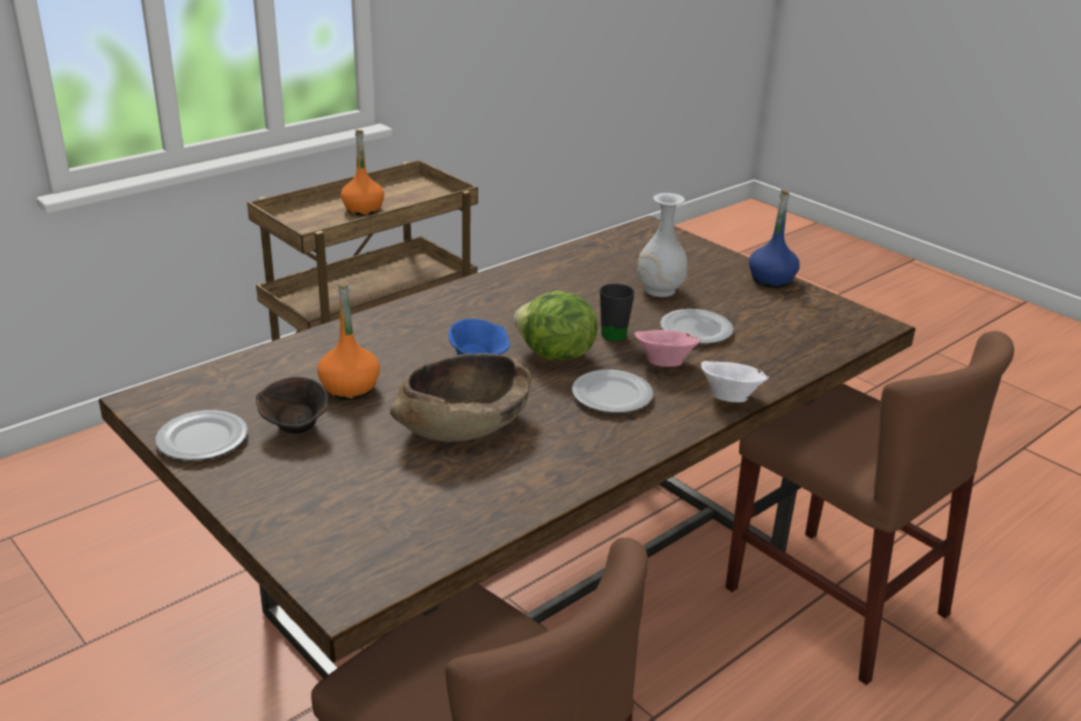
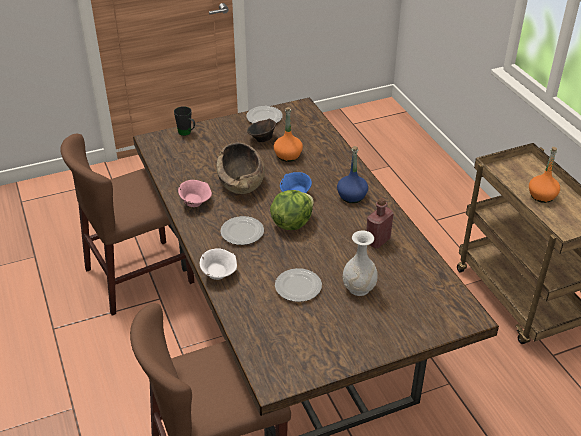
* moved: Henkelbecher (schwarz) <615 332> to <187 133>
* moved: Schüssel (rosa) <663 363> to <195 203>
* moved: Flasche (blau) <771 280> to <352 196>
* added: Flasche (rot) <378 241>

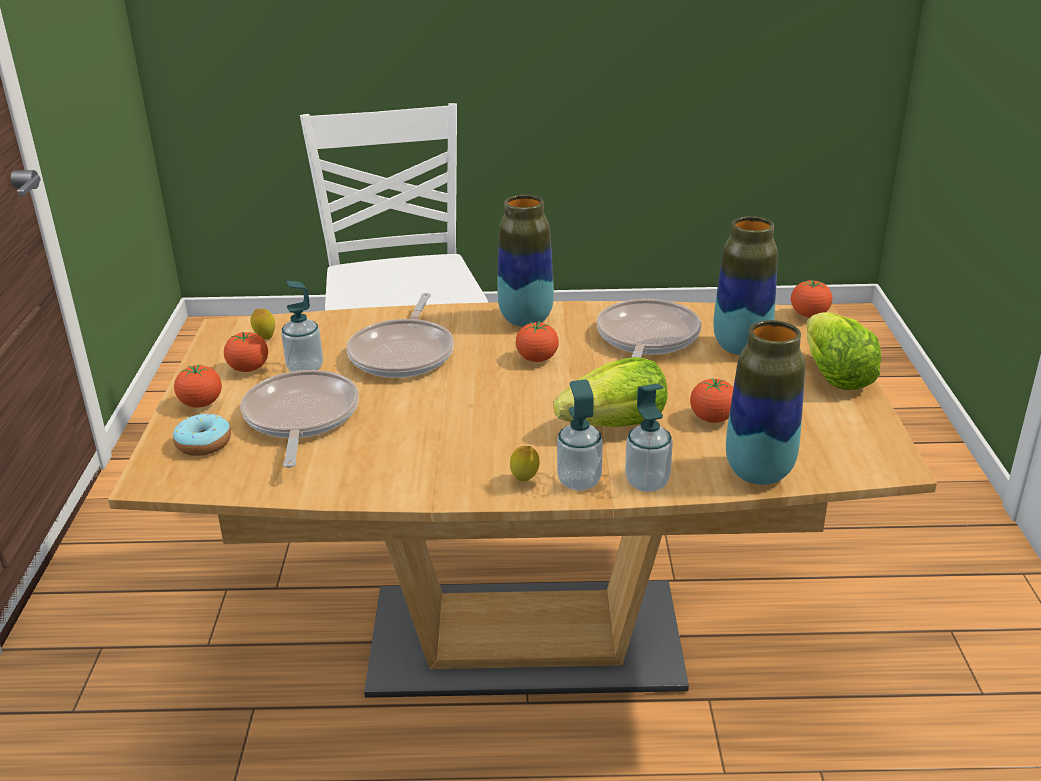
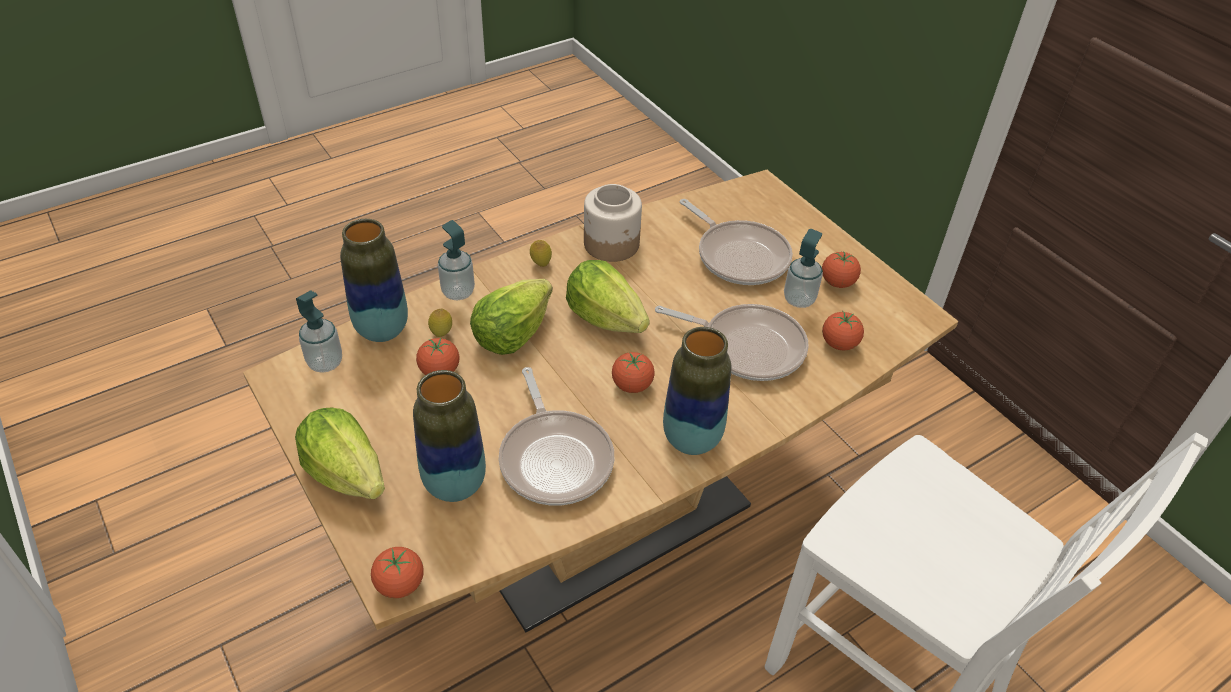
* removed: Donut <203 444>
* moved: Tomate <201 404> to <839 344>
* moved: Zitrone <265 338> to <442 334>
* turned: Pfanne <404 353> = <747 347> 135 degrees clockwise
* moved: Seifenspender <579 481> to <325 362>
* added: Salatkopf <605 318>
* added: Vorratsglas <612 244>

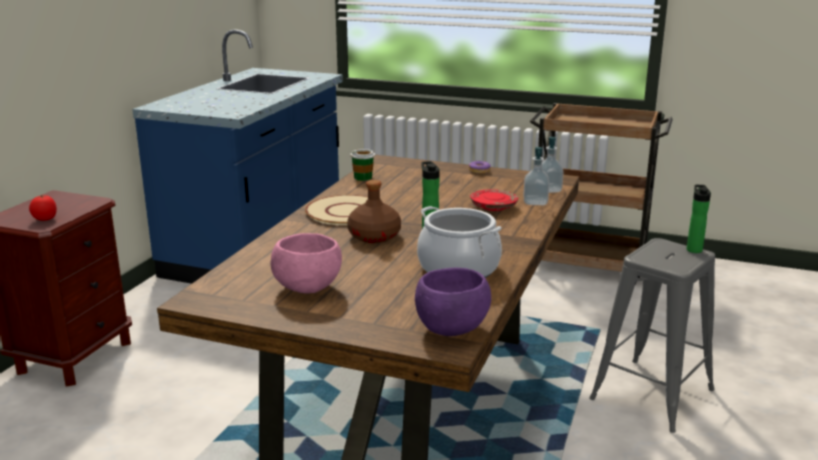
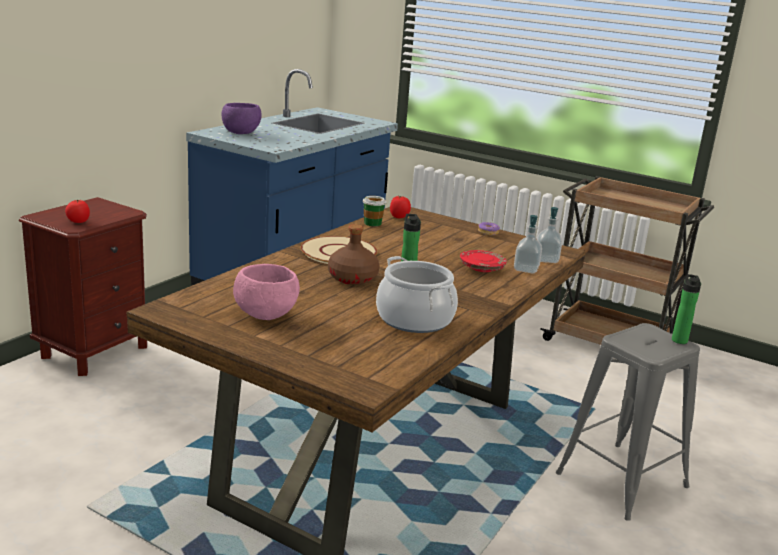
* moved: Schüssel (lila) <450 329> to <240 133>
* added: Tomate <399 217>

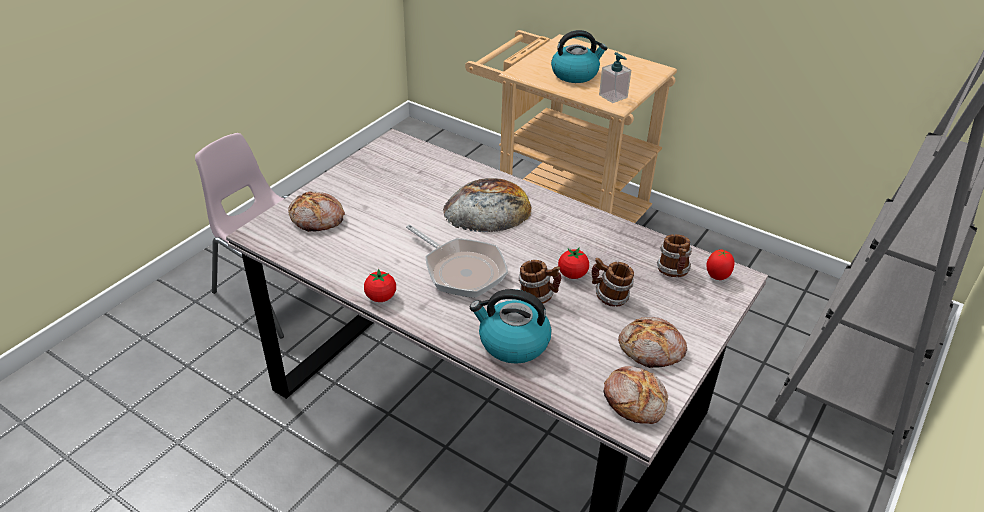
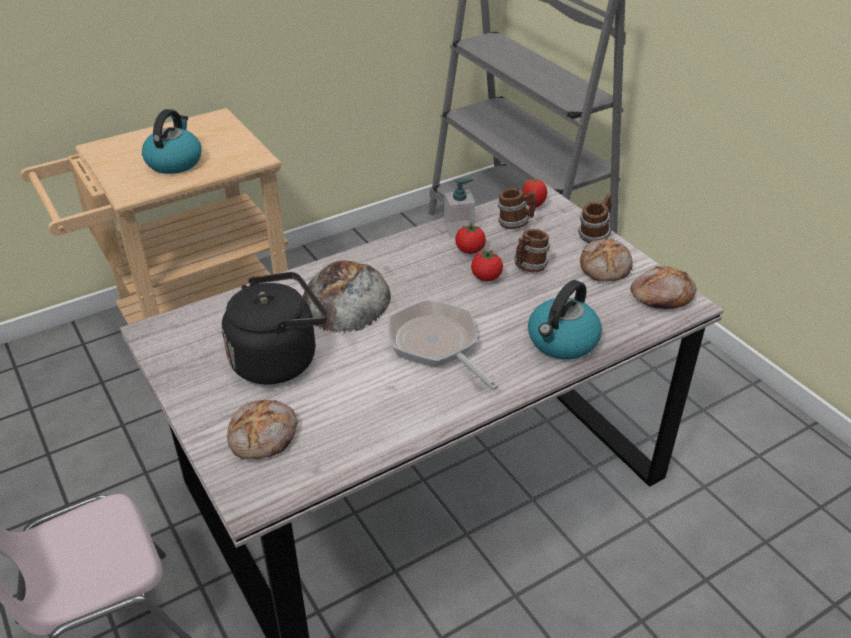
* moved: Tomate <381 297> to <470 250>
* turned: Pfanne <461 270> = <437 345> 105 degrees counterclockwise
* moved: Henkelbecher <538 297> to <594 235>
* moved: Seifenspender <613 96> to <458 228>
* added: Wasserkessel (schwarz) <279 359>

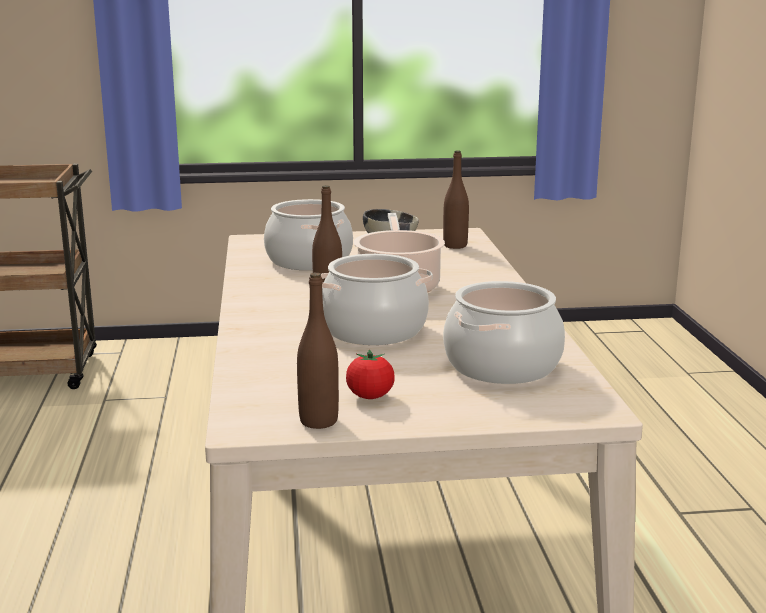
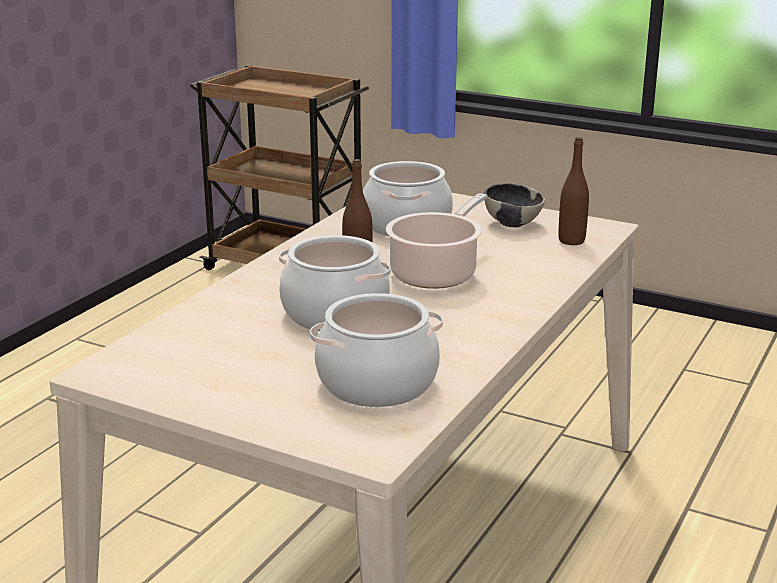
* removed: Flasche (braun) <318 421>
* removed: Tomate <370 396>

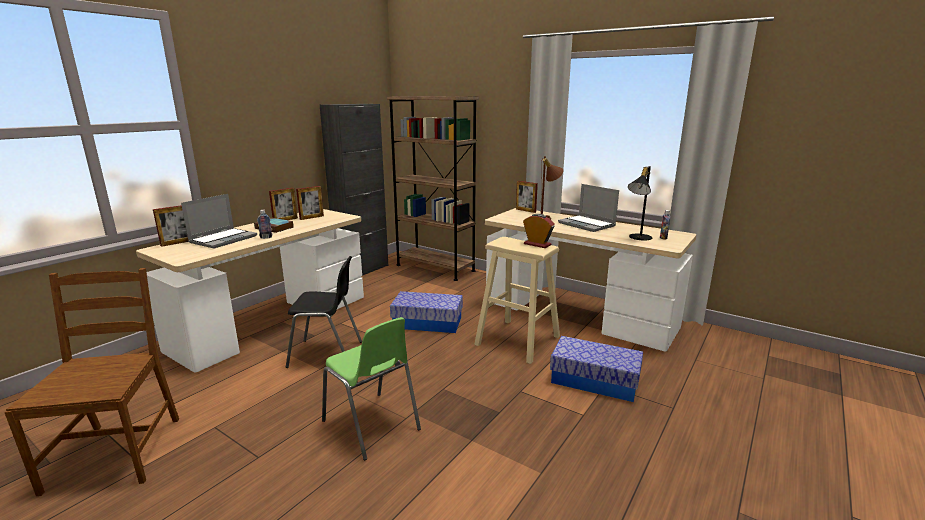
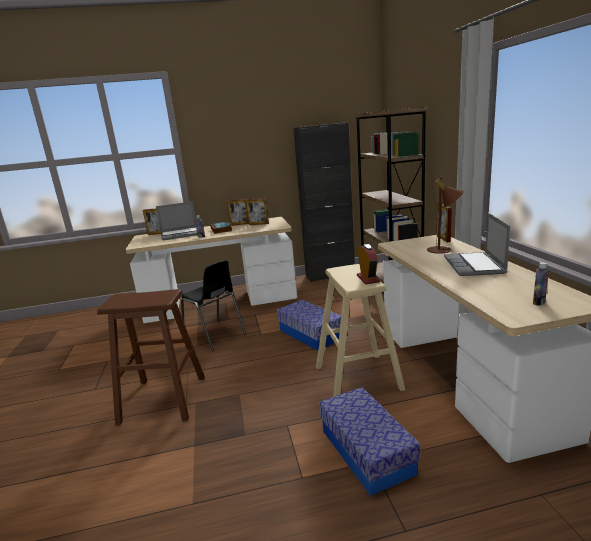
* removed: Stuhl (braun) <116 452>
* replaced: Stuhl (grün) <372 425> to Hocker (braun) <163 399>
* removed: Tischlampe (schwarz) <637 238>

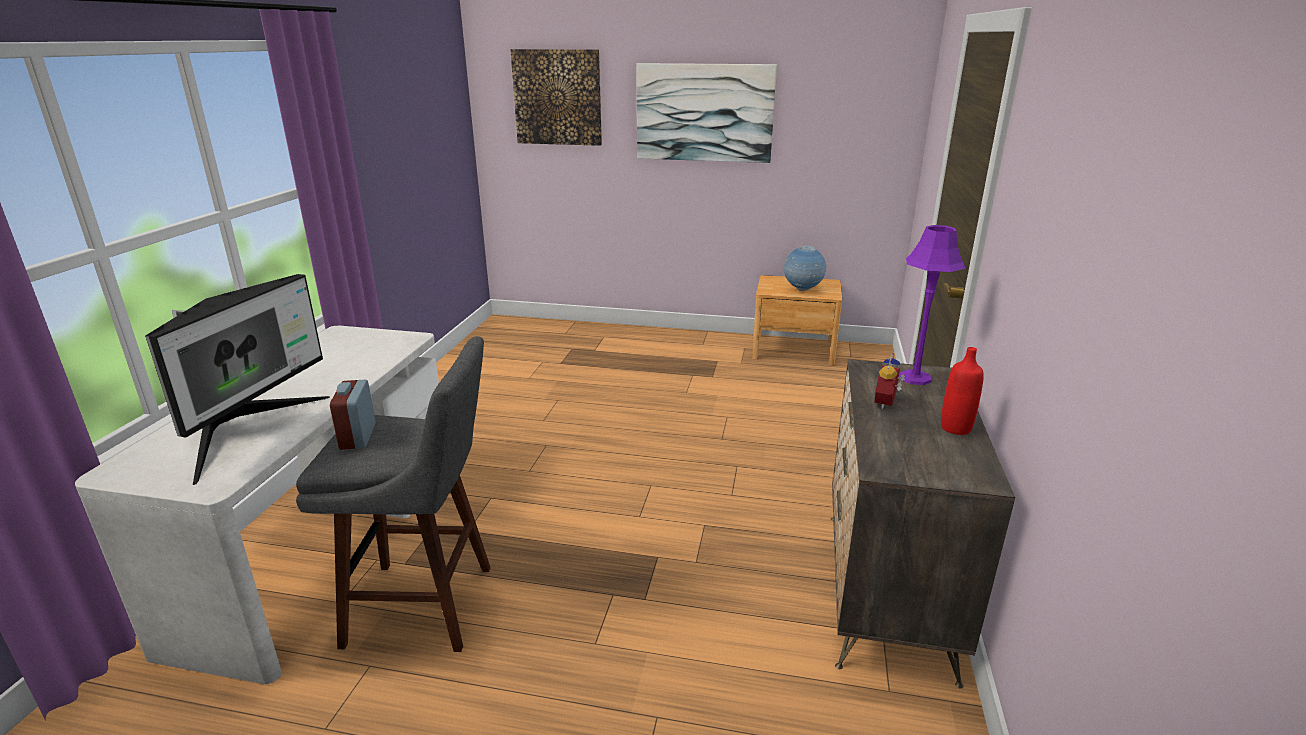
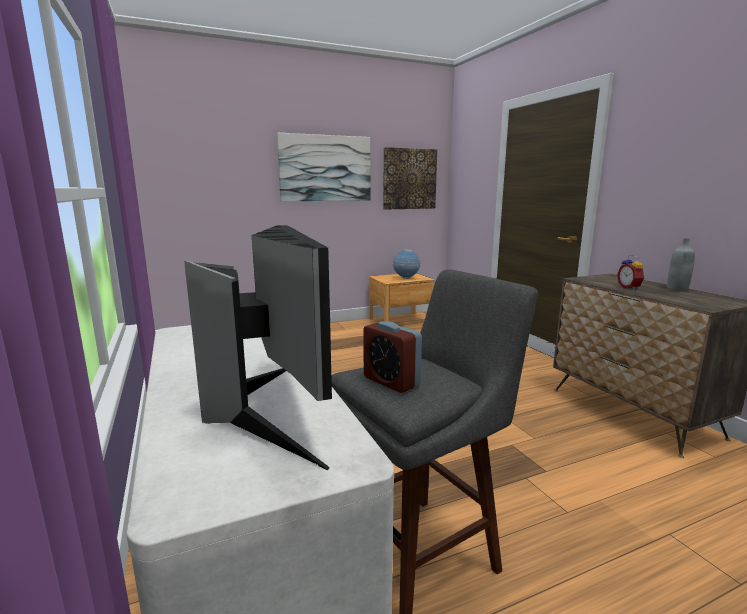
* moved: Bild <557 97> to <409 179>
* removed: Tischlampe (lila) <915 378>
* recoloured: Flasche (rot) <955 428> to Flasche (grau) <677 289>

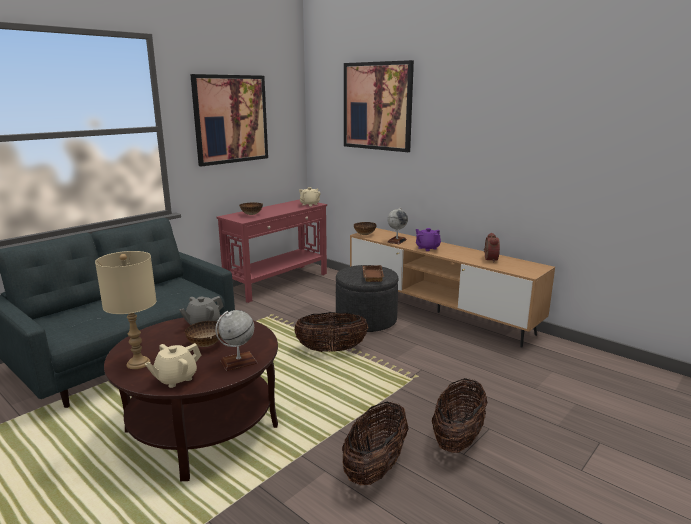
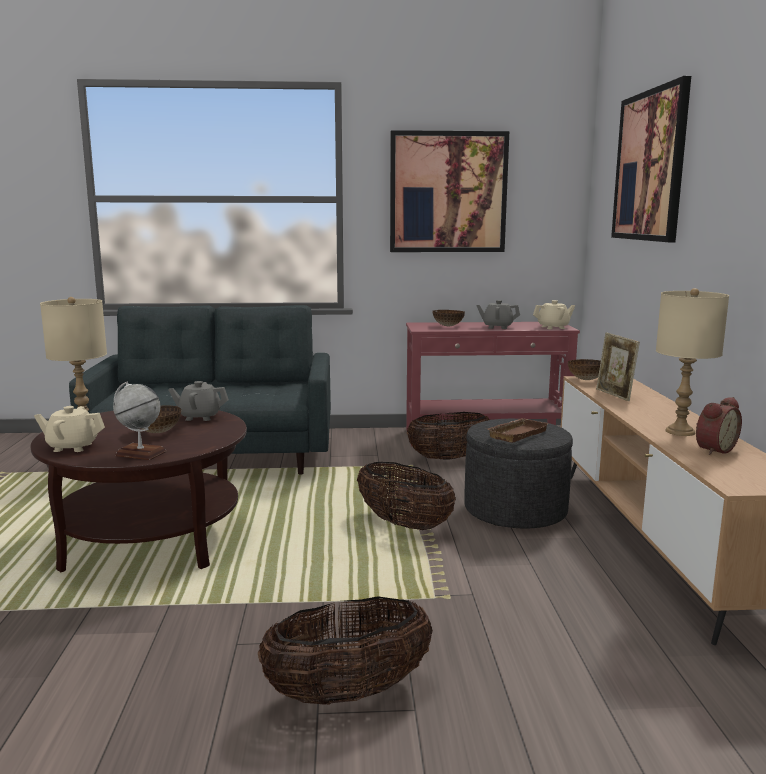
* moved: Korb <375 467> to <449 458>
* replaced: Globus <397 241> to Bilderrahmen <614 395>
* removed: Teekanne (lila) <427 248>
* added: Teekanne (grau) <497 327>
* added: Tischlampe (beige) <679 431>

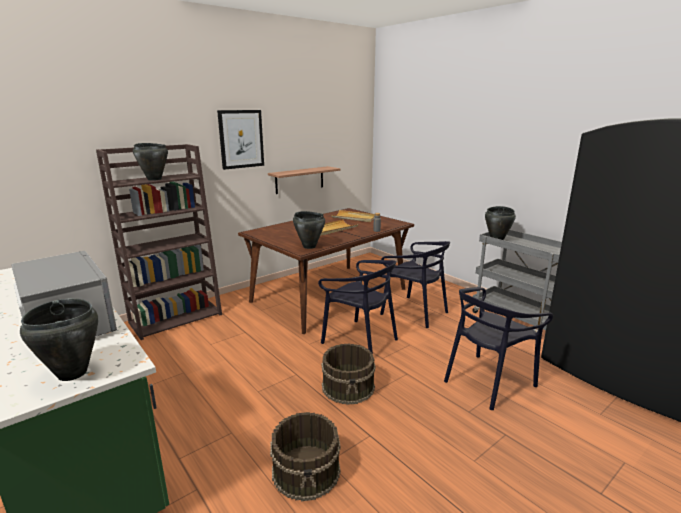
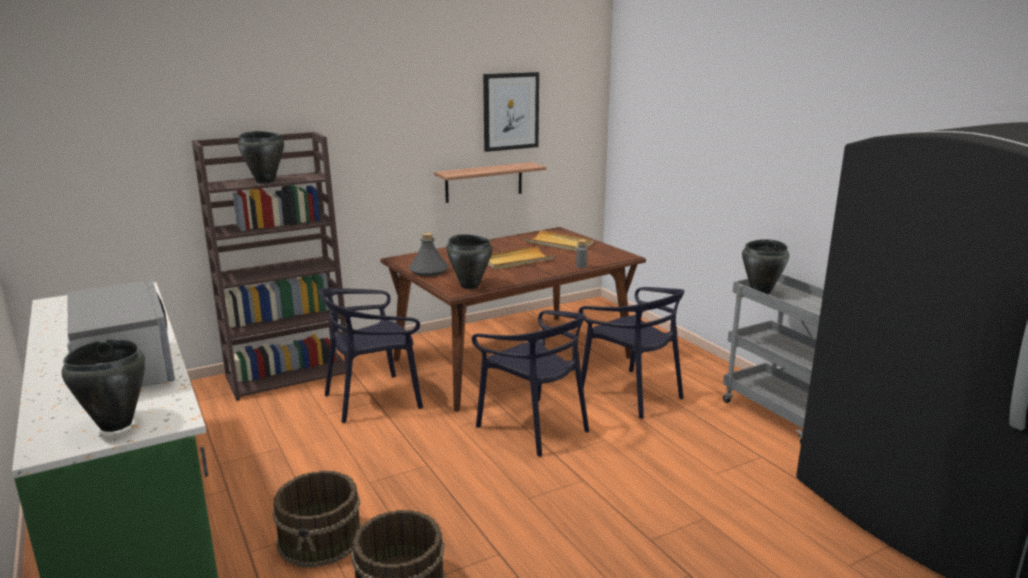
* moved: Bild <241 139> to <510 111>
* moved: Eimer (braun) <348 386> to <321 539>
* moved: Stuhl (schwarz) <488 381> to <373 399>
* added: Flasche (grau) <428 271>

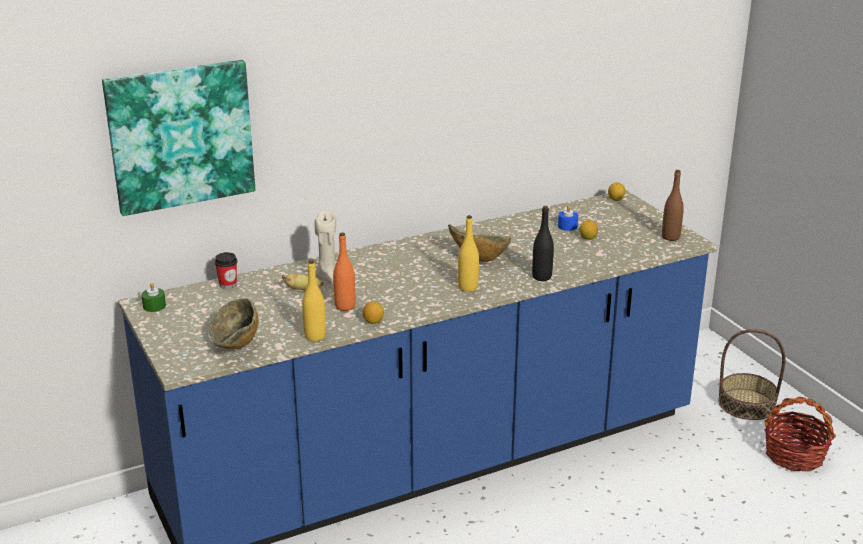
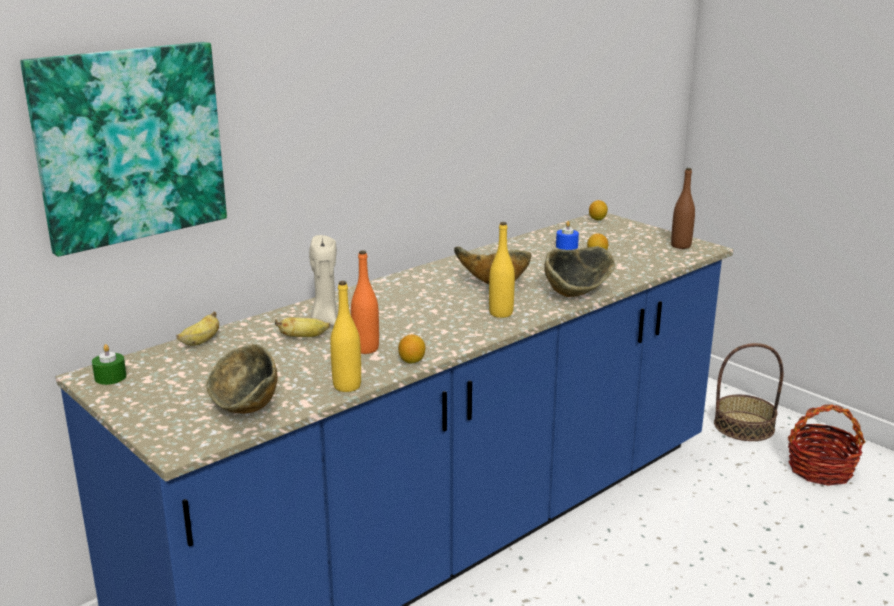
* replaced: Tasse <228 284> to Banane <201 342>
* replaced: Flasche (schwarz) <542 277> to Schüssel <576 294>

